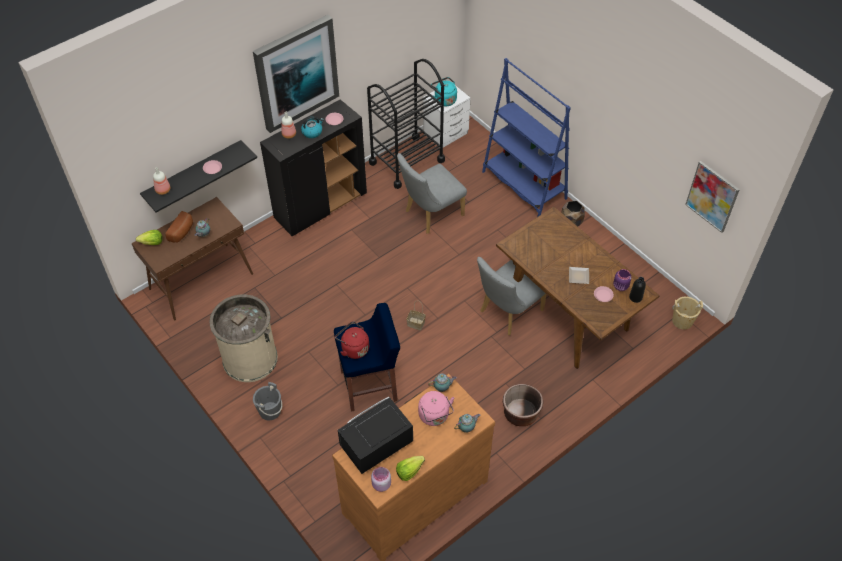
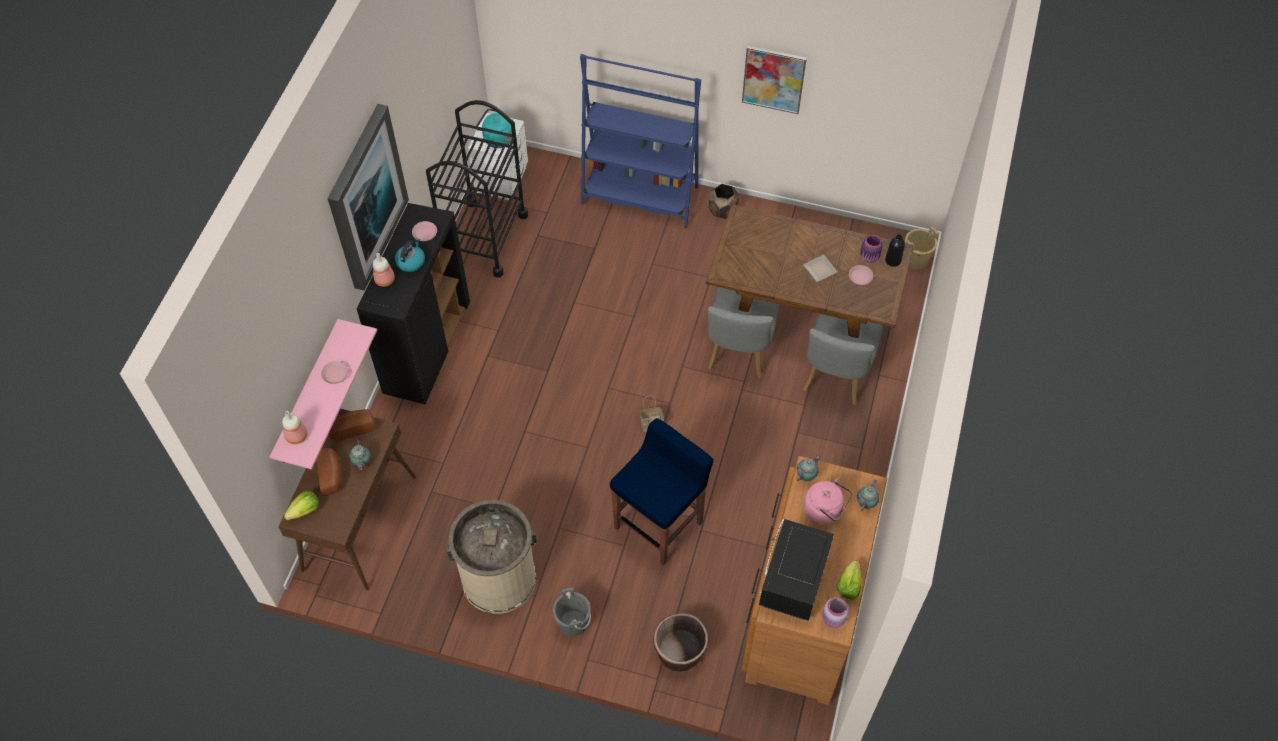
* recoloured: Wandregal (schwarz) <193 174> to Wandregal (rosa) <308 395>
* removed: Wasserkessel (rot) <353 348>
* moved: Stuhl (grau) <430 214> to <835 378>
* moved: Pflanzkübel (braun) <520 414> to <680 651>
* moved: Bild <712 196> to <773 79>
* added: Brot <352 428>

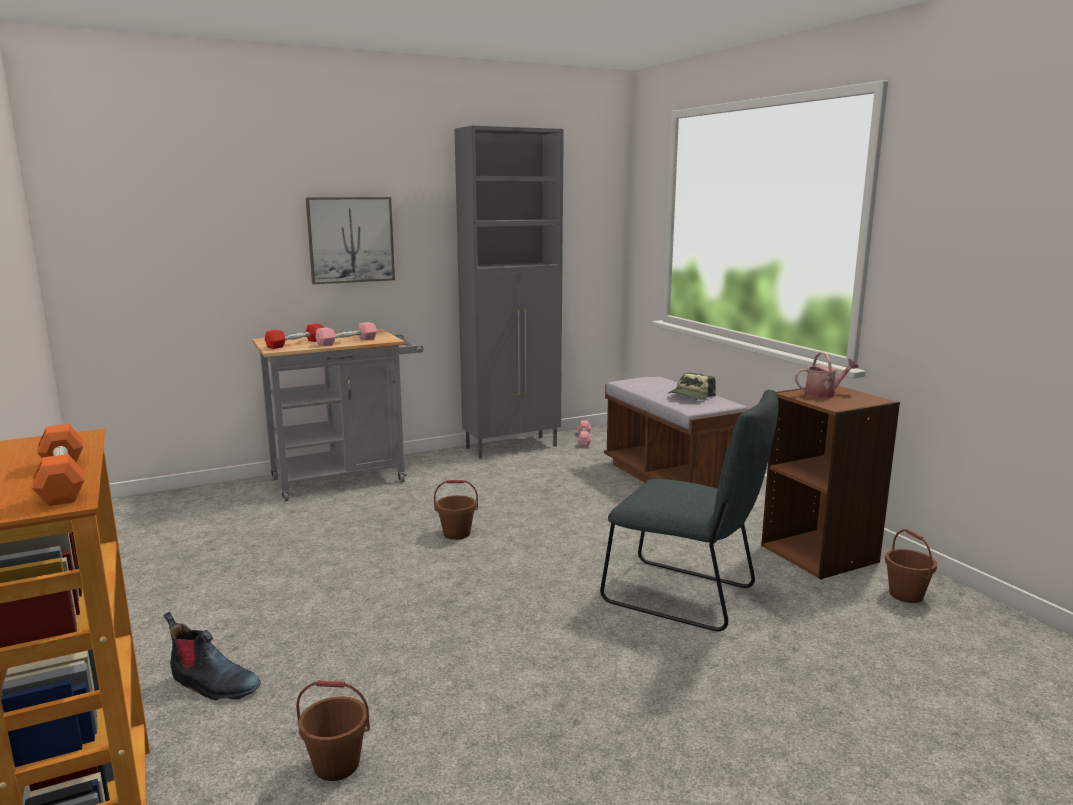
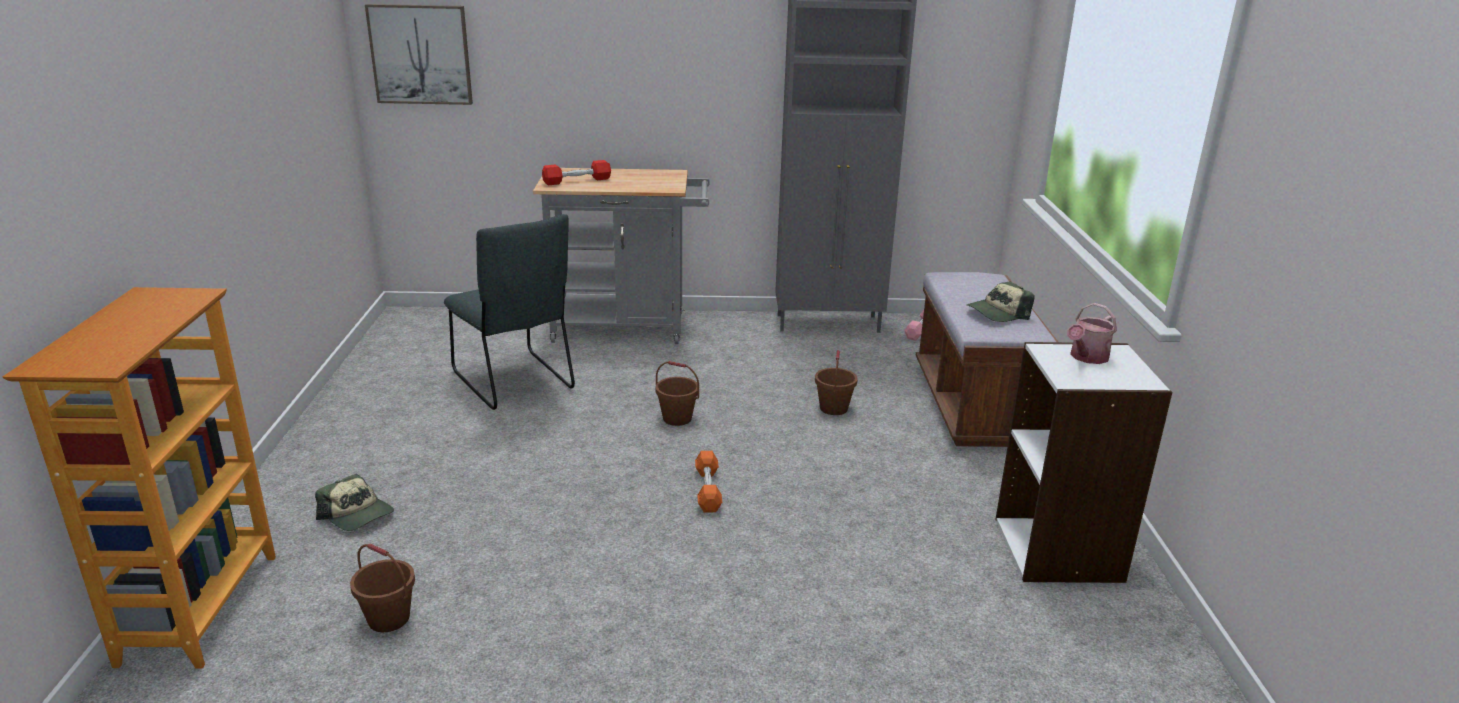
* moved: Hantel (orange) <62 480> to <708 489>
* replaced: Stiefel <213 684> to Kappe <357 515>
* moved: Bild <351 240> to <420 54>
* removed: Hantel (rosa) <347 342>
* moved: Stuhl (grau) <686 597> to <516 383>
* recoloured: Bücherregal (braun) <820 553> to Bücherregal (weiß) <1059 550>
* turned: Gießkanne <823 394> = <1086 357> 120 degrees clockwise
* moved: Eimer (braun) <906 595> to <834 408>

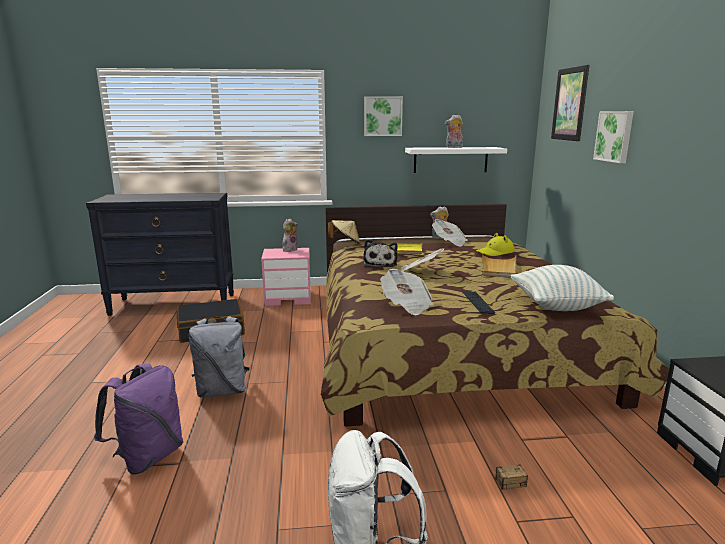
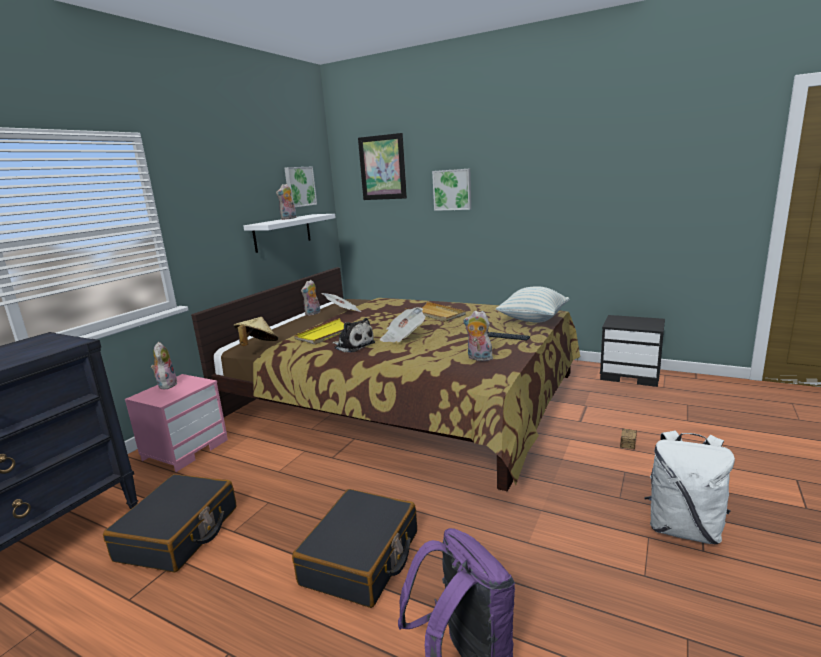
* replaced: Rucksack (grau) <222 390> to Koffer (schwarz) <361 558>
* moved: Bild <383 116> to <299 186>
* replaced: Zeitung <406 305> to Plüschtier <478 358>
* removed: Hut (gelb) <495 252>

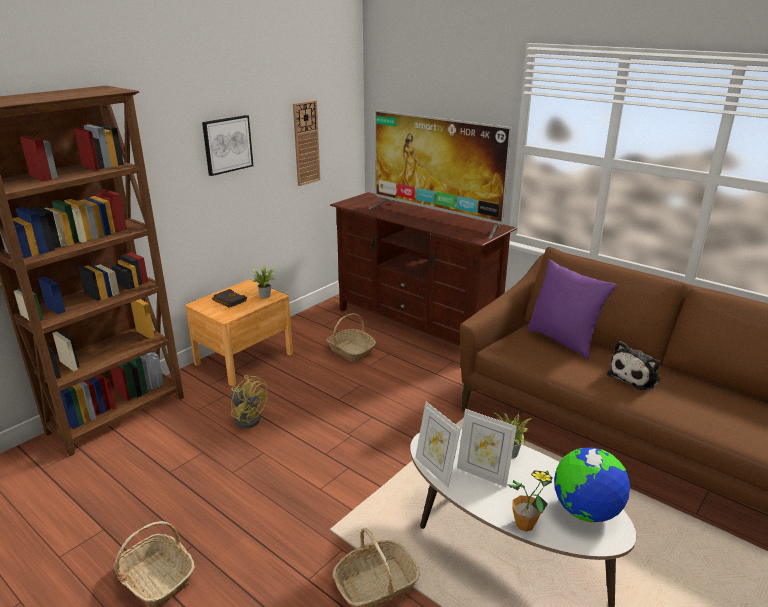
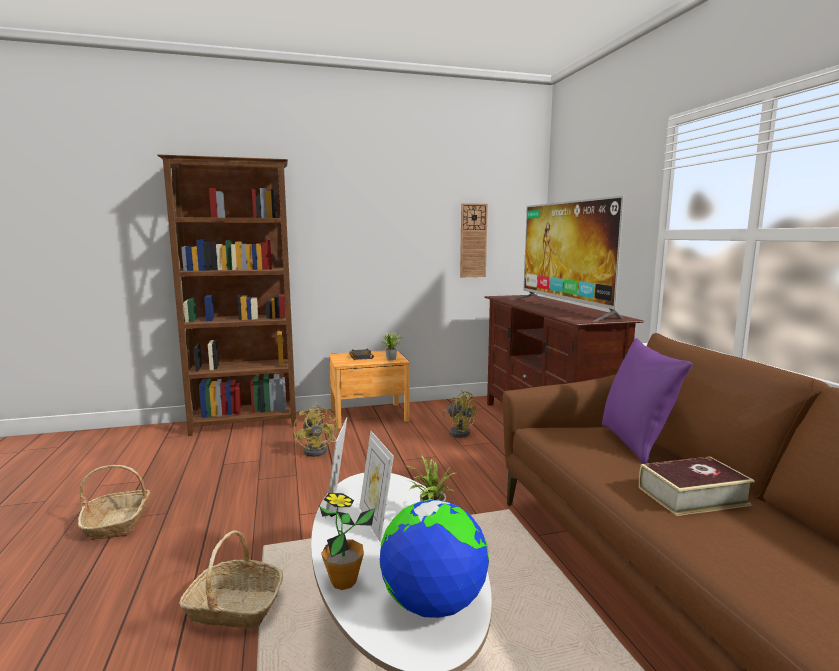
* removed: Bild <227 144>
* replaced: Korb <350 351> to Ventilator (gelb) <459 432>
* replaced: Plüschtier <635 377> to Buch <692 496>

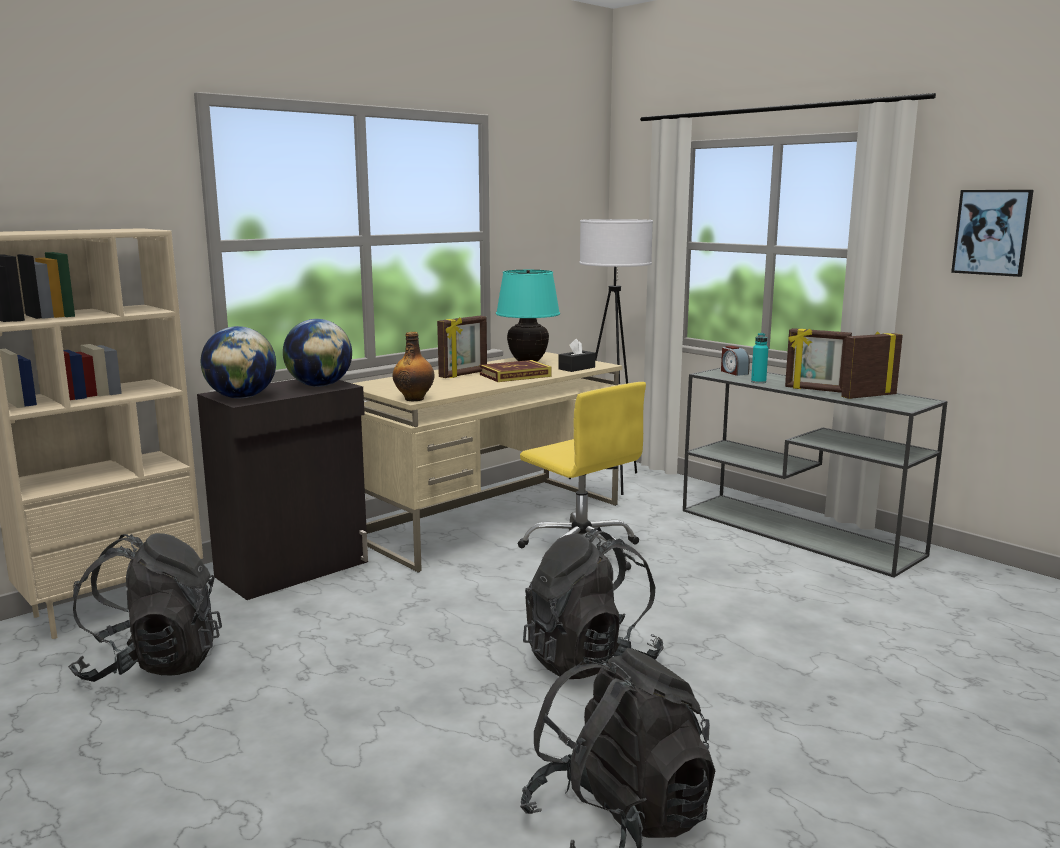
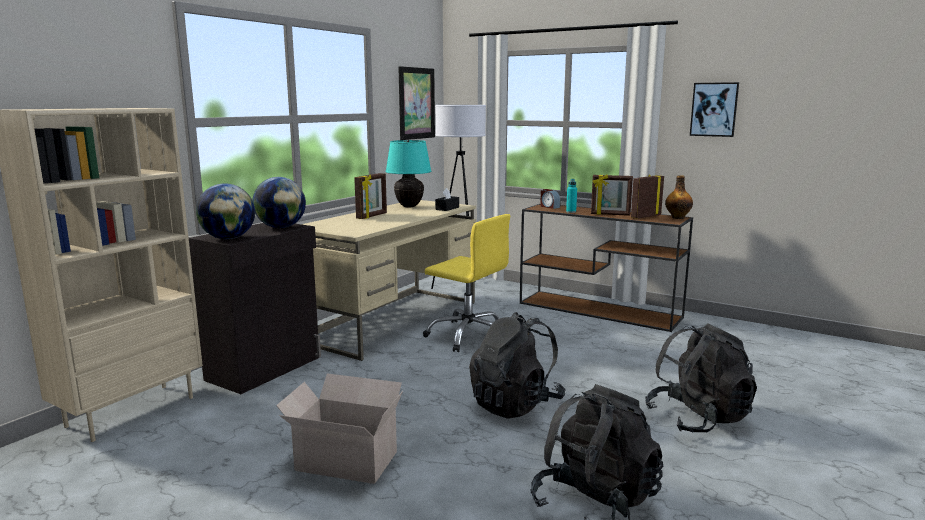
* moved: Rucksack (schwarz) <152 664> to <698 418>
* moved: Flasche <414 399> to <678 217>
* removed: Buch <515 375>
* recoloured: Konsolentisch (grau) <799 532> to Konsolentisch (braun) <600 310>
* added: Karton <344 460>
* added: Bild <416 103>

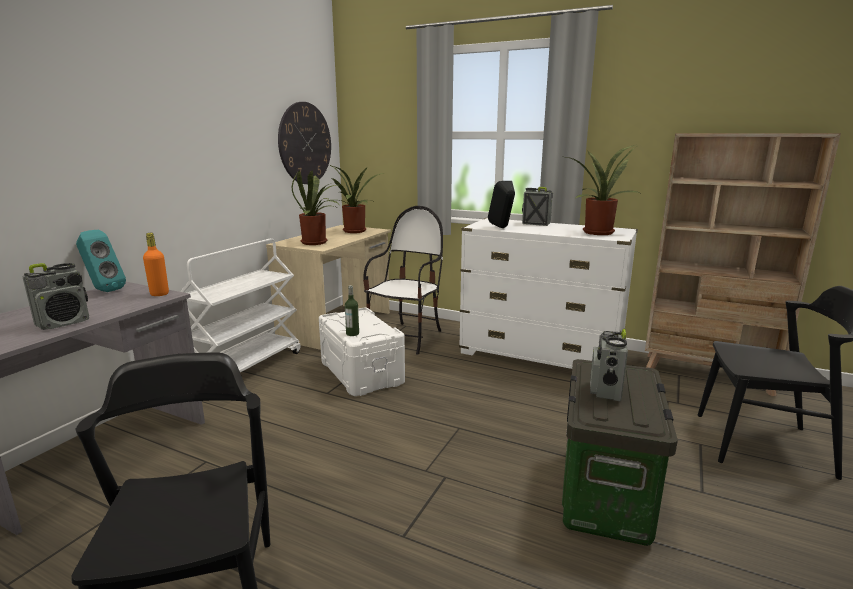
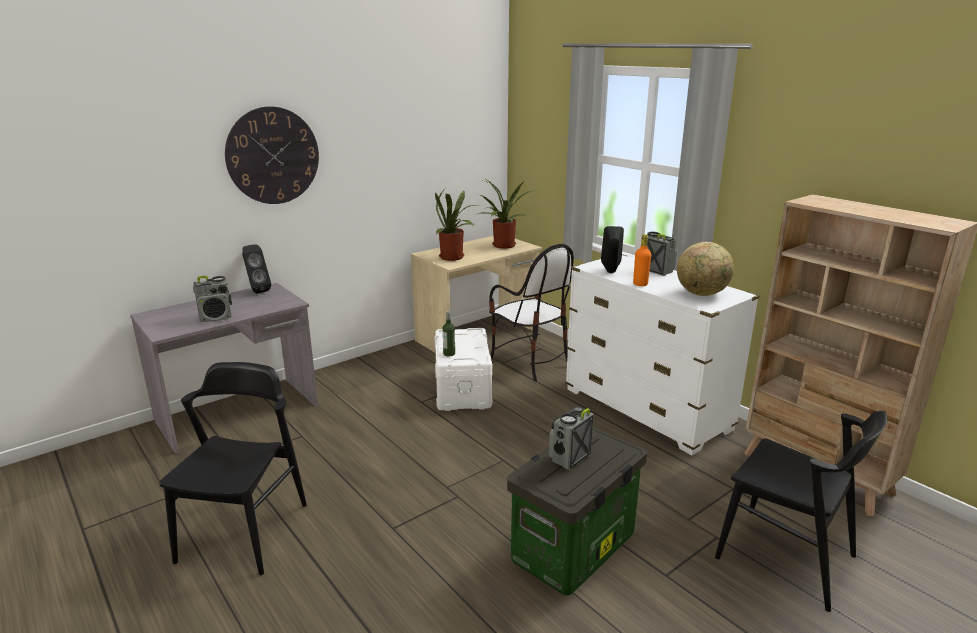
* recoloured: Lautsprecher (türkis) <103 290> to Lautsprecher (schwarz) <257 290>
* moved: Flasche (orange) <159 294> to <640 284>
* removed: Rollwagen (weiß) <247 367>
* moved: Wanduhr <305 143> to <273 156>
* turned: Stuhl <406 338> = <530 362> 90 degrees clockwise
* replaced: Topfpflanze <597 232> to Globus <702 294>

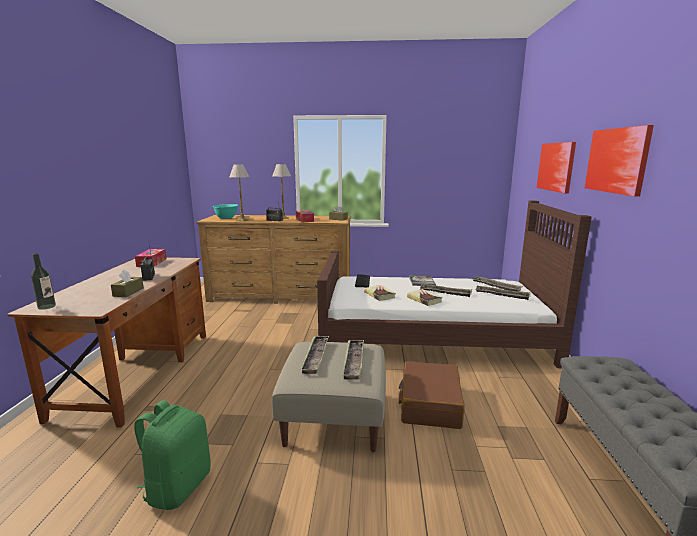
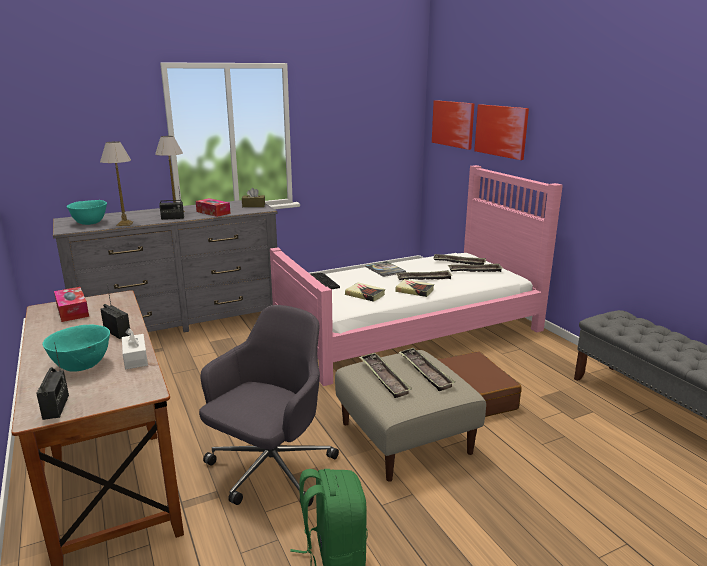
* replaced: Flasche <47 306> to Radio <56 407>
* recoloured: Taschentuchbox (braun) <128 292> to Taschentuchbox (weiß) <135 358>
* recoloured: Kommode (braun) <280 296> to Kommode (grau) <180 320>
* recoloured: Bett (braun) <433 336> to Bett (rosa) <409 329>
* moved: Bild <617 160> to <453 124>
* added: Schüssel (türkis) <82 366>
* added: Bürostuhl (grau) <270 470>

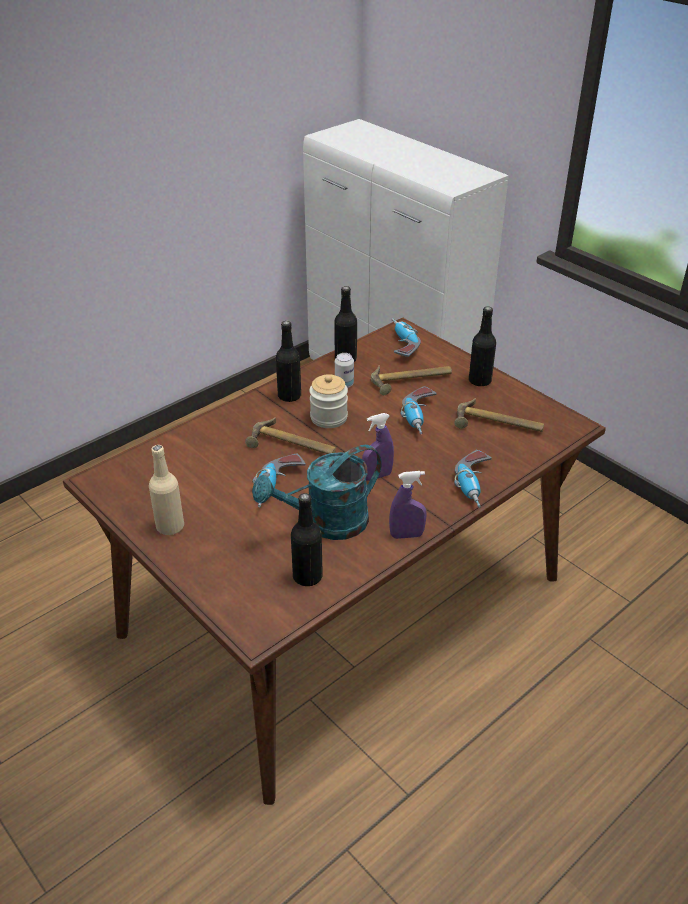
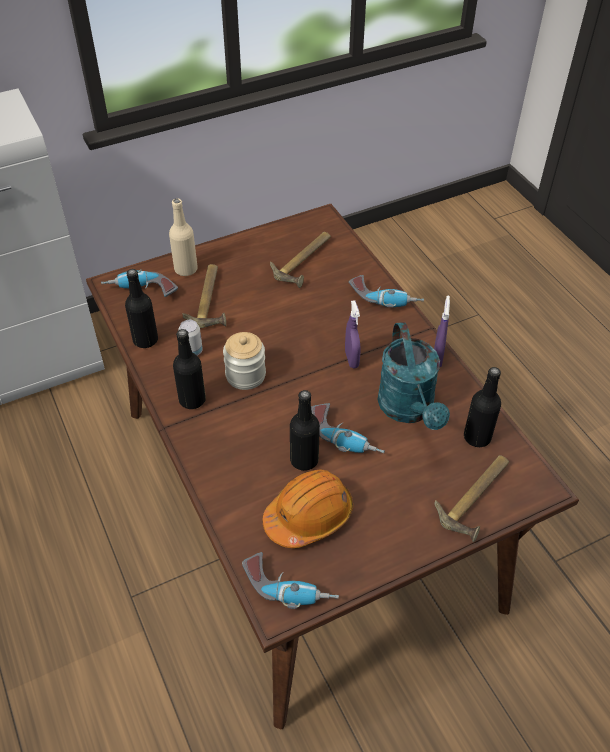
* moved: Flasche (beige) <170 526> to <186 269>
* moved: Hammer <291 446> to <478 498>
* moved: Bohrmaschine <420 417> to <289 587>
* moved: Flasche (schwarz) <479 381> to <304 460>
* added: Schutzhelm (orange) <309 516>

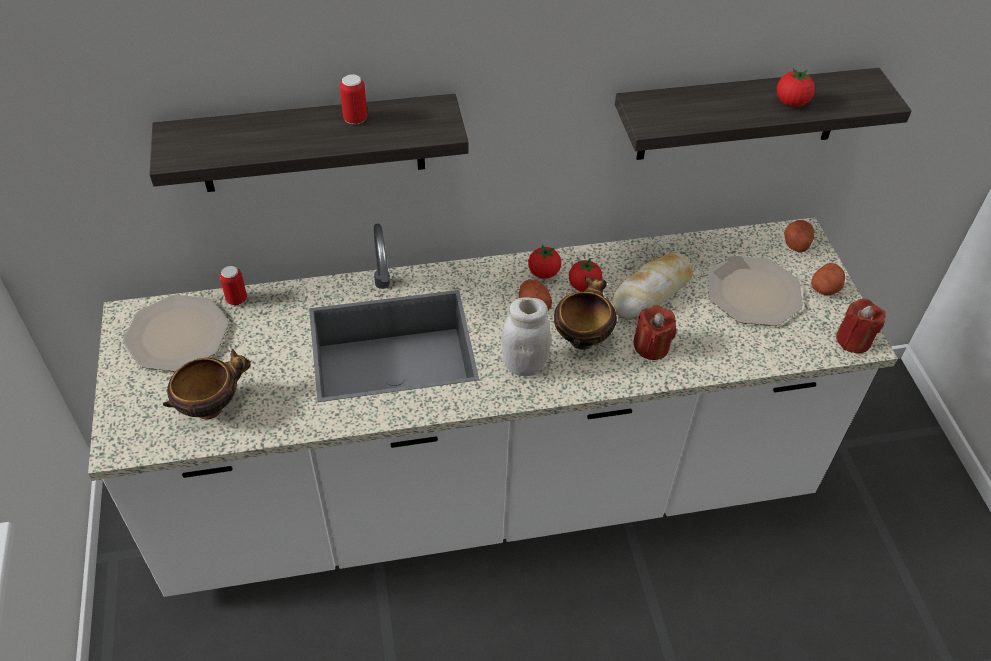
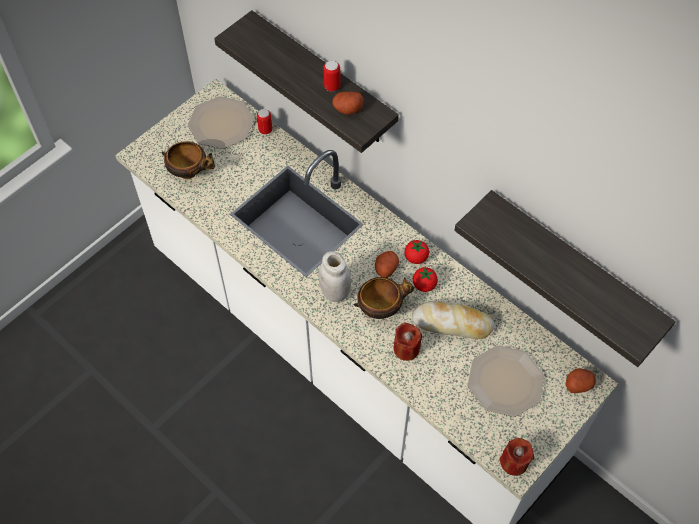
* removed: Tomate <791 102>
* moved: Kartoffel <825 288> to <347 108>

